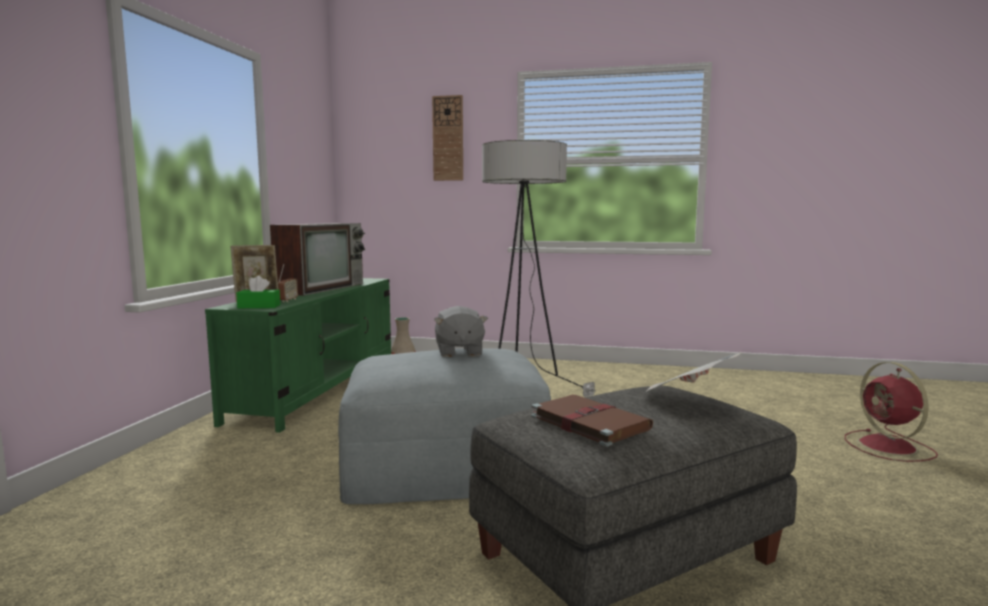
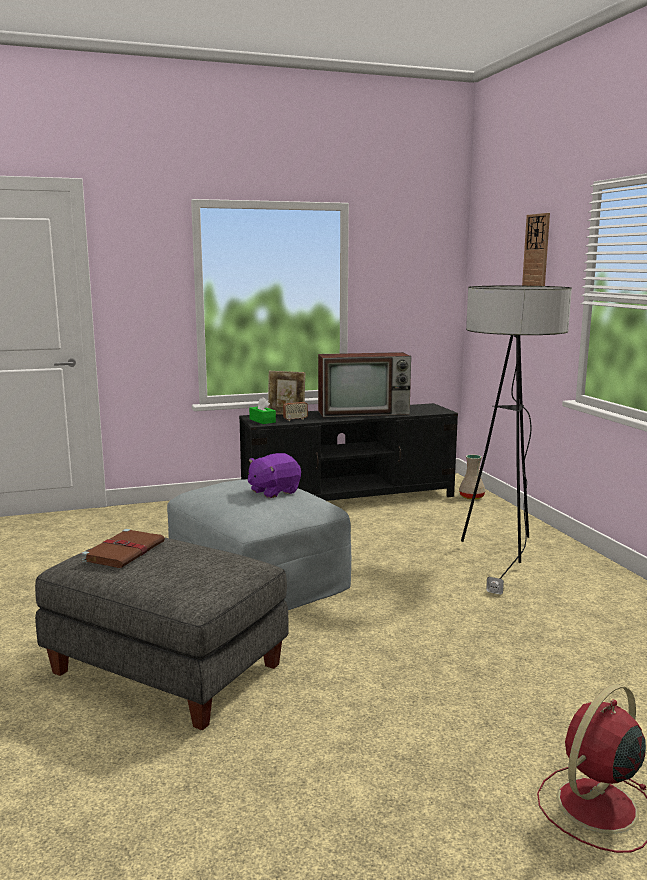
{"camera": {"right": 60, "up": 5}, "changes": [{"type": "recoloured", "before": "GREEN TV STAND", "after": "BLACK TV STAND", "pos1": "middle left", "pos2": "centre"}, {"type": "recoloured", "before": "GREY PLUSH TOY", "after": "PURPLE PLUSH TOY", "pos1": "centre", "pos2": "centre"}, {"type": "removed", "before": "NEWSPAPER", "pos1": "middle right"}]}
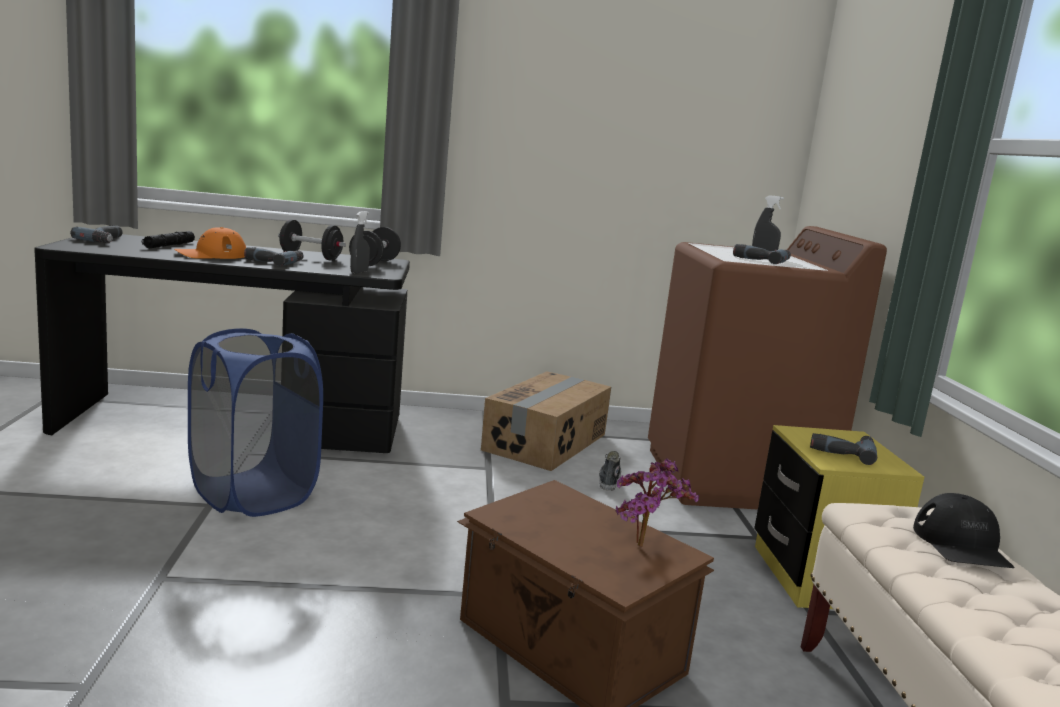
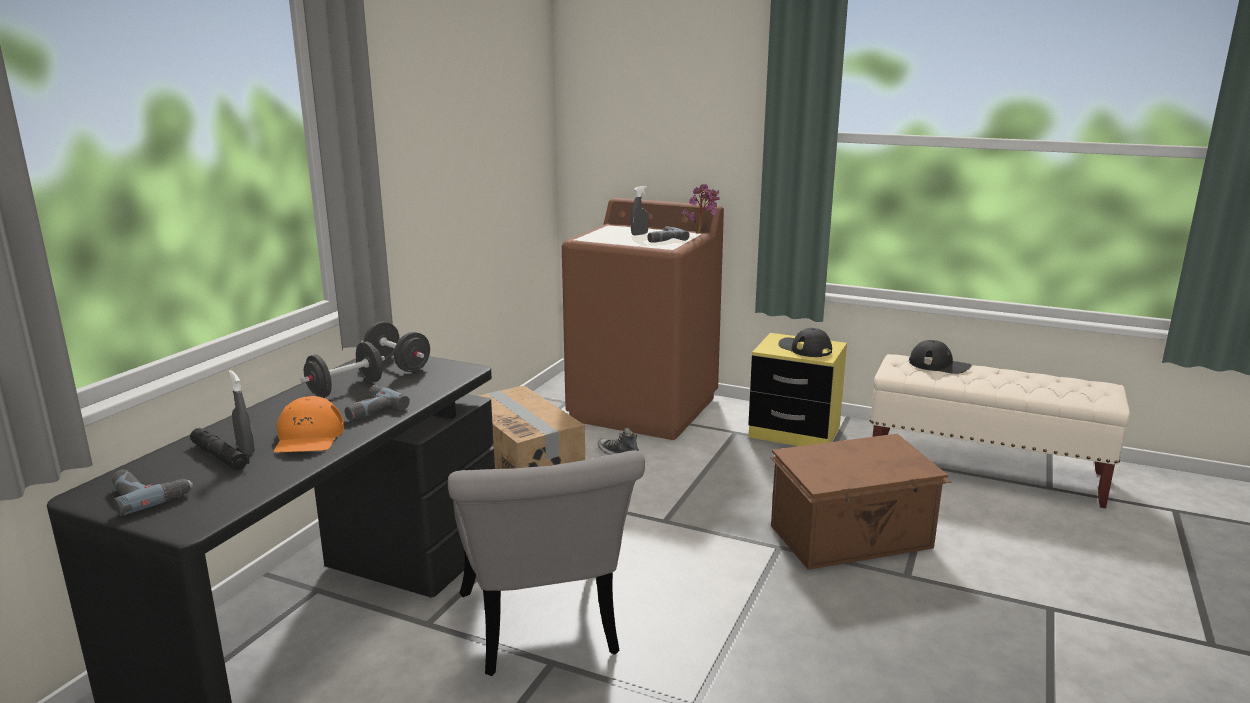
{"camera": {"right": -60, "up": 5}, "changes": [{"type": "moved", "before": "GREY SPRAY BOTTLE (1st from left)", "pos1": "centre", "pos2": "middle left"}, {"type": "replaced", "before": "BLUE LAUNDRY BASKET", "after": "GREY CHAIR", "pos1": "middle left", "pos2": "bottom centre"}, {"type": "moved", "before": "POTTED PLANT", "pos1": "bottom centre", "pos2": "top centre"}, {"type": "replaced", "before": "POWER DRILL (4th from left)", "after": "BLACK CAP (1st from left)", "pos1": "middle right", "pos2": "centre"}]}
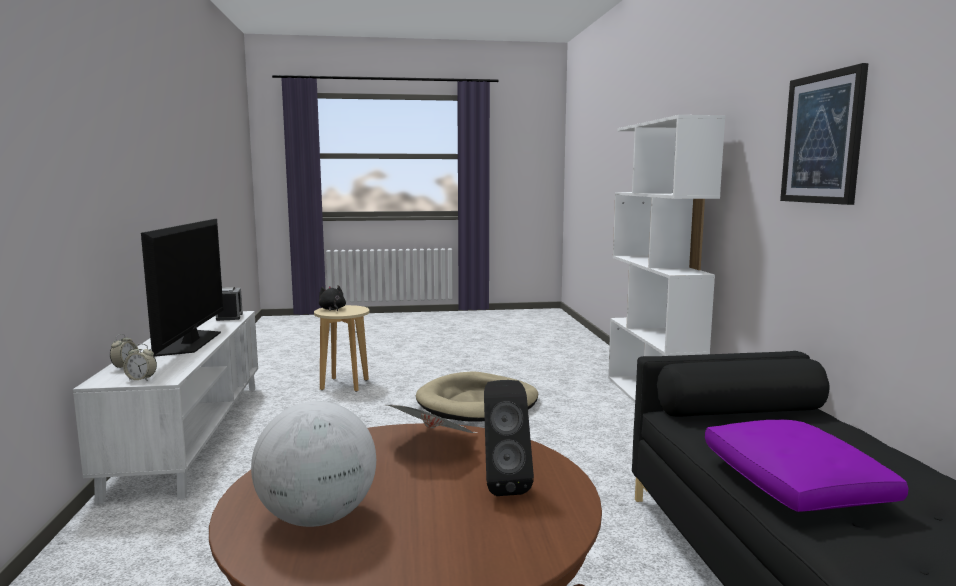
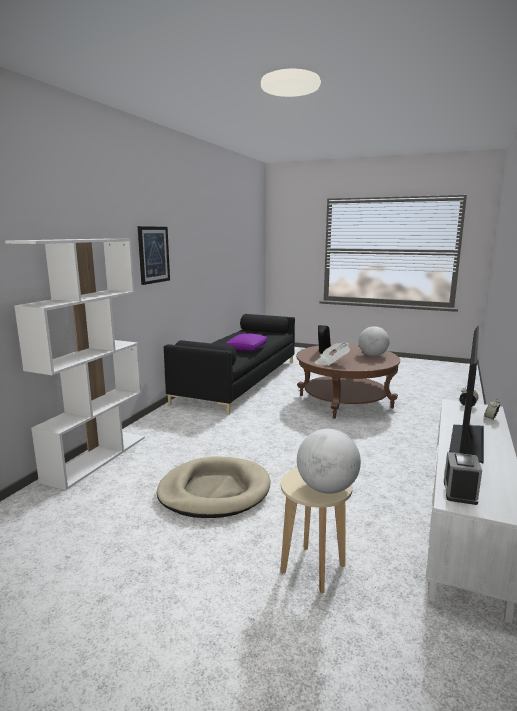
{"camera": {"right": -150, "up": 5}, "changes": [{"type": "replaced", "before": "BLACK PLUSH TOY", "after": "GLOBE (1st from left)", "pos1": "centre", "pos2": "centre"}]}
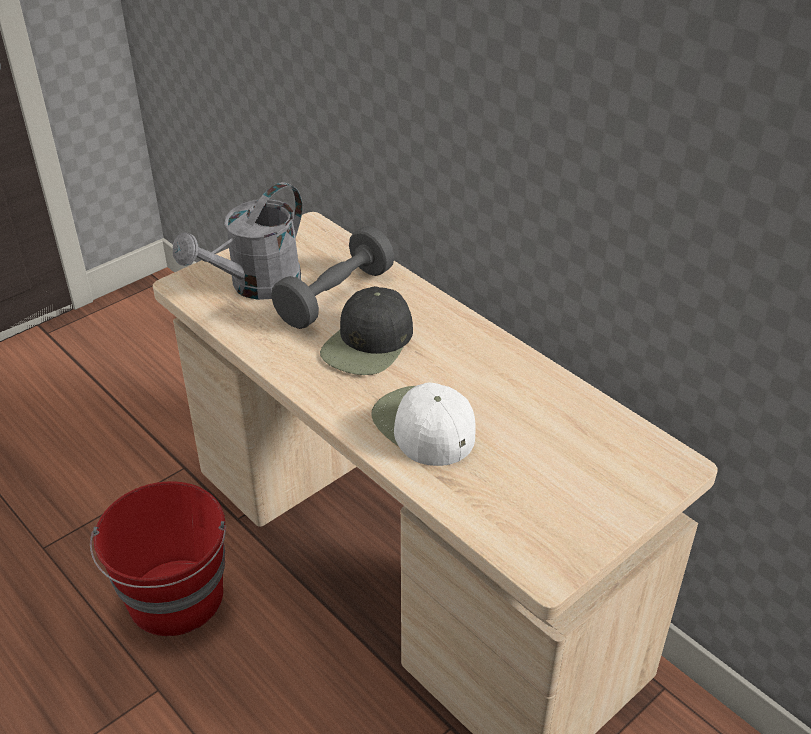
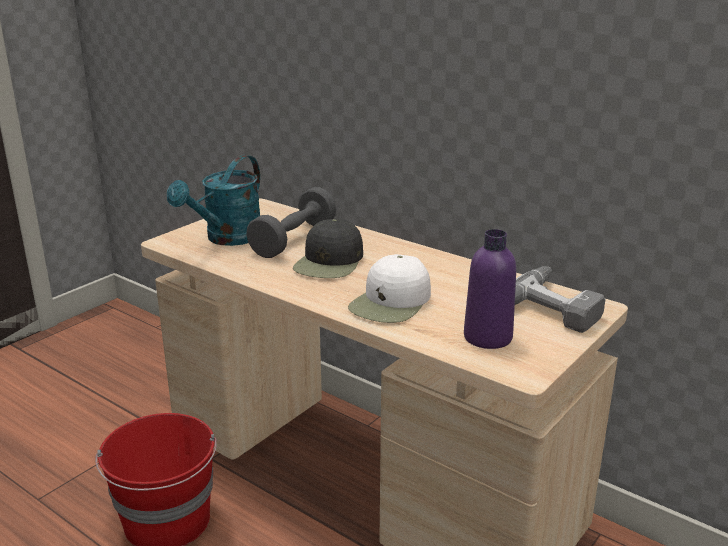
{"camera": {"right": -10, "up": -15}, "changes": [{"type": "recoloured", "before": "GREY WATERING CAN", "after": "TURQUOISE WATERING CAN", "pos1": "top left", "pos2": "middle left"}, {"type": "turned", "before": "WHITE CAP", "pos1": "centre", "pos2": "centre", "turn": -105}, {"type": "added", "after": "PURPLE BOTTLE", "pos2": "middle right"}, {"type": "added", "after": "POWER DRILL", "pos2": "middle right"}]}
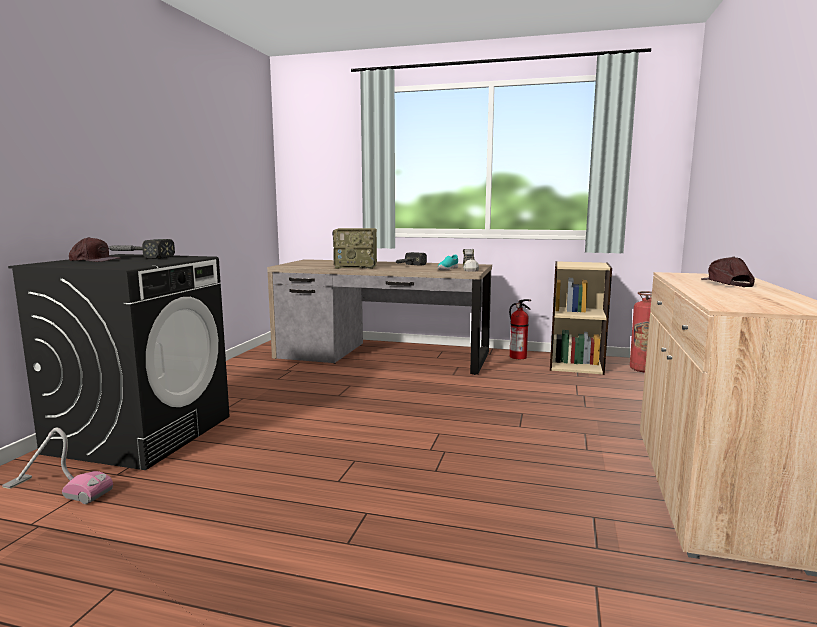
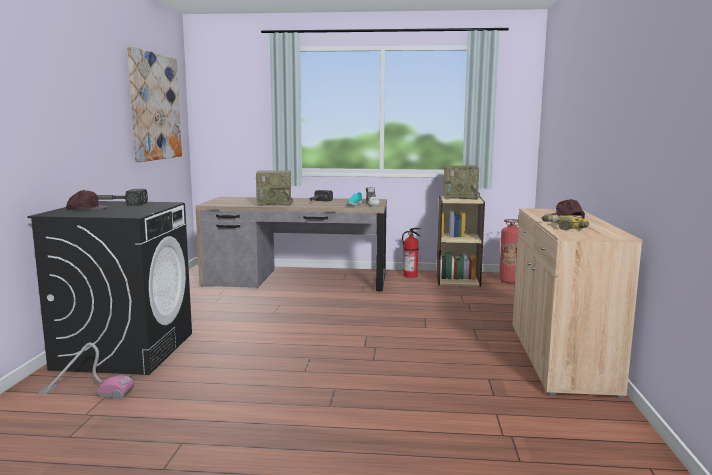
{"camera": {"right": -10, "up": 0}, "changes": [{"type": "added", "after": "PICTURE", "pos2": "top left"}, {"type": "added", "after": "RADIO (2nd from left)", "pos2": "centre"}, {"type": "added", "after": "POWER DRILL", "pos2": "middle right"}]}
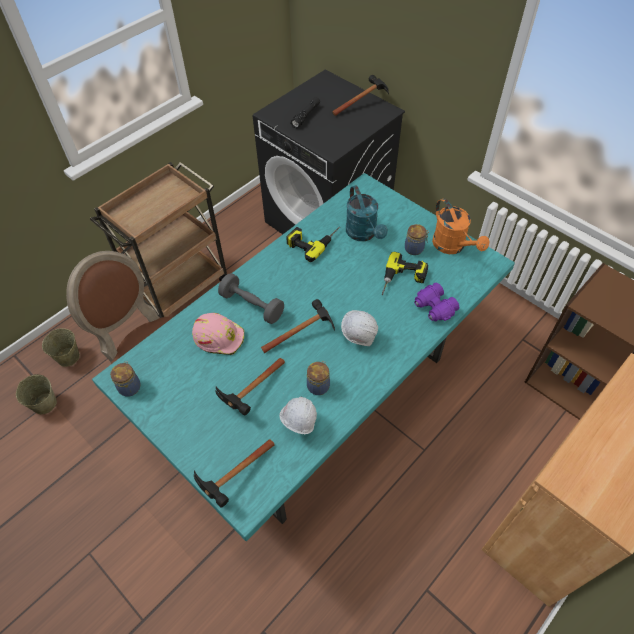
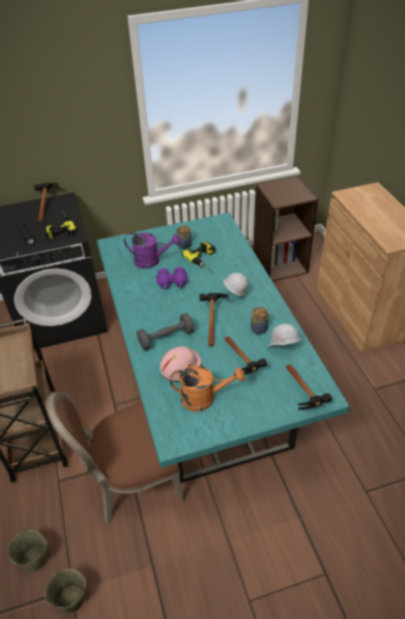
{"camera": {"right": -60, "up": -10}, "changes": [{"type": "moved", "before": "POWER DRILL (1st from left)", "pos1": "centre", "pos2": "middle left"}, {"type": "recoloured", "before": "TURQUOISE WATERING CAN", "after": "PURPLE WATERING CAN", "pos1": "centre", "pos2": "centre"}, {"type": "moved", "before": "PURPLE BINOCULARS", "pos1": "middle right", "pos2": "centre"}, {"type": "moved", "before": "ORANGE WATERING CAN", "pos1": "middle right", "pos2": "centre"}, {"type": "removed", "before": "JAR (1st from left)", "pos1": "middle left"}]}
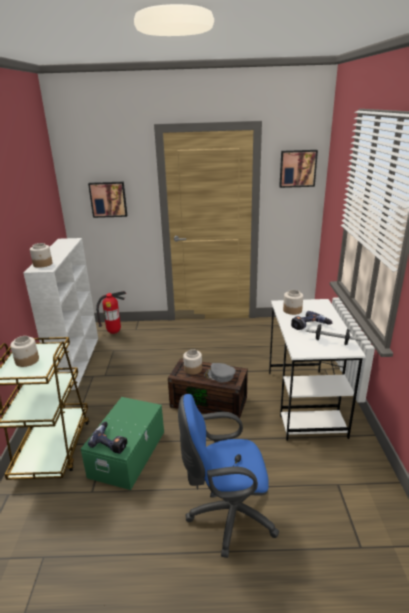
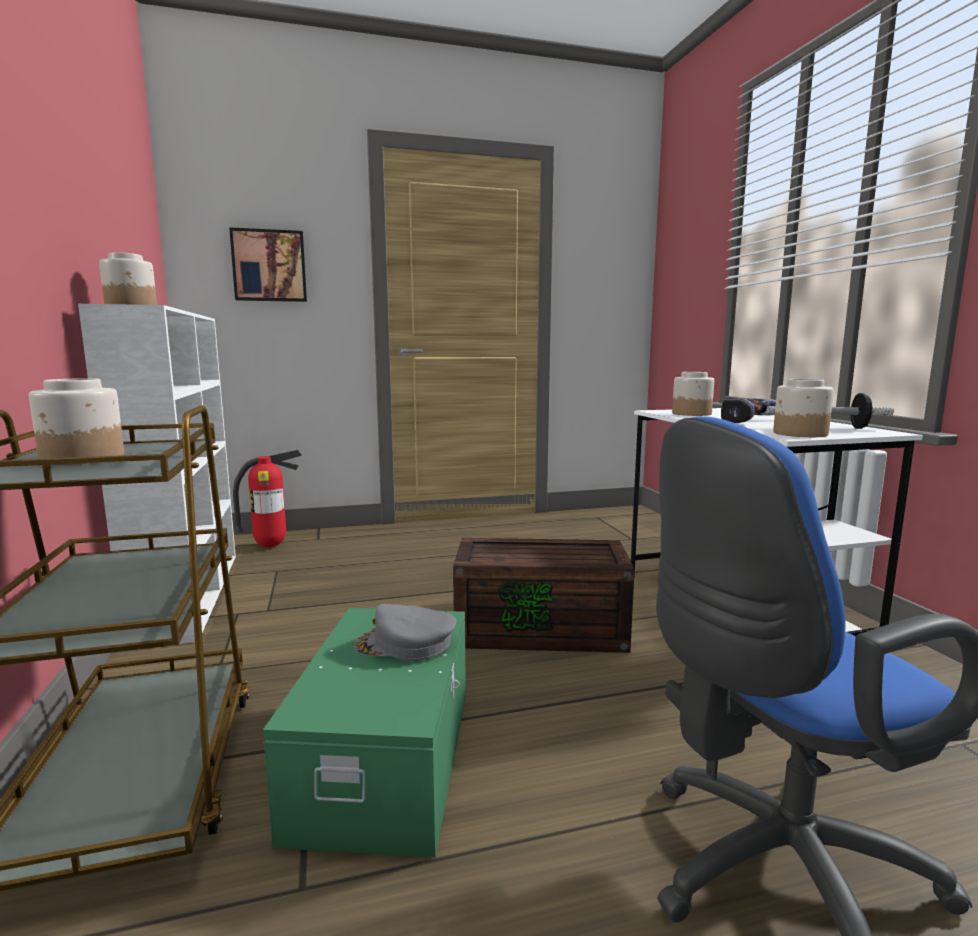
{"camera": {"right": -15, "up": -15}, "changes": [{"type": "moved", "before": "GREY CAP", "pos1": "centre", "pos2": "bottom centre"}, {"type": "moved", "before": "JAR (3rd from left in the first image)", "after": "JAR (4th from left)", "pos1": "centre", "pos2": "middle right"}, {"type": "removed", "before": "POWER DRILL (1st from left)", "pos1": "bottom left"}, {"type": "removed", "before": "PICTURE (2nd from left)", "pos1": "top right"}]}
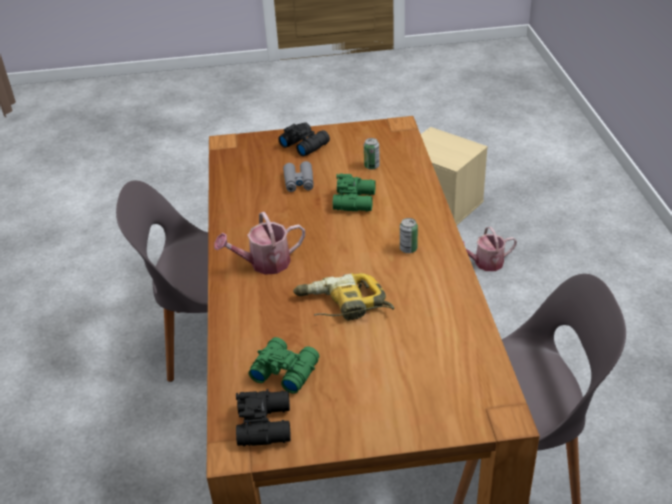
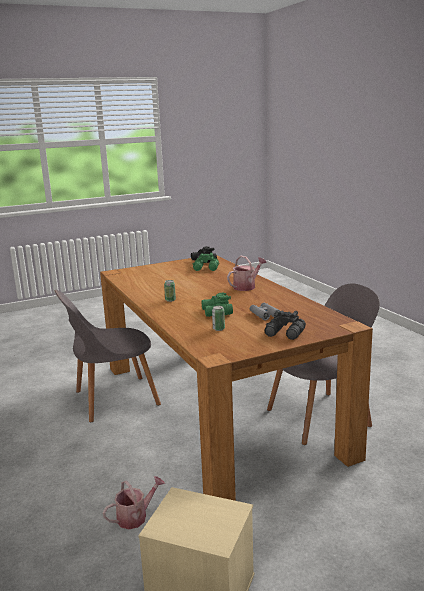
{"camera": {"right": 160, "up": -20}, "changes": [{"type": "removed", "before": "POWER DRILL", "pos1": "centre"}]}
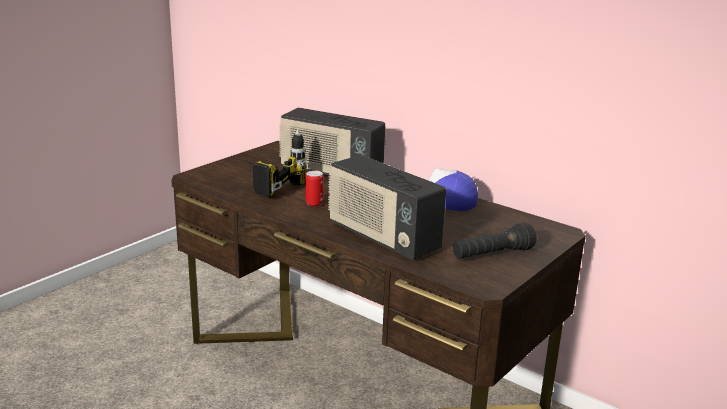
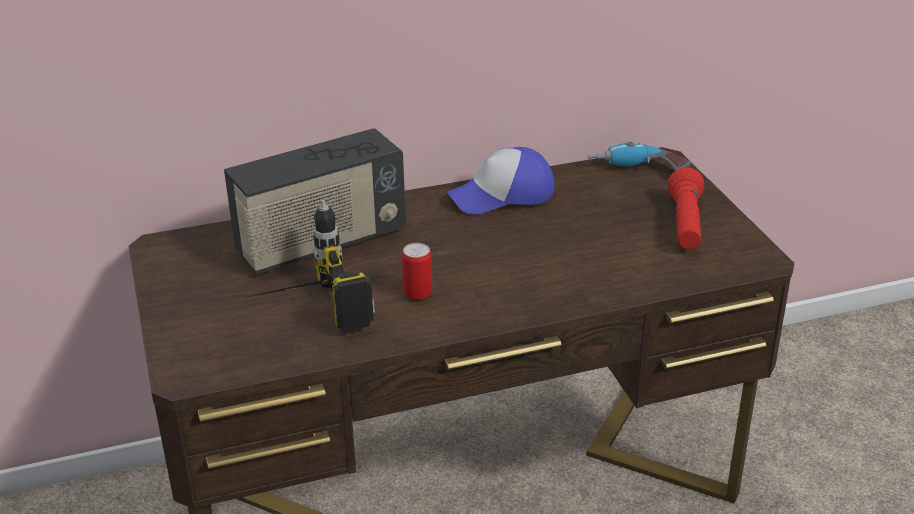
{"camera": {"right": -55, "up": 10}, "changes": [{"type": "added", "after": "POWER DRILL (2nd from left)", "pos2": "top right"}, {"type": "recoloured", "before": "BLACK FLASHLIGHT", "after": "RED FLASHLIGHT", "pos1": "middle right", "pos2": "middle right"}, {"type": "removed", "before": "RADIO (2nd from left)", "pos1": "centre"}]}
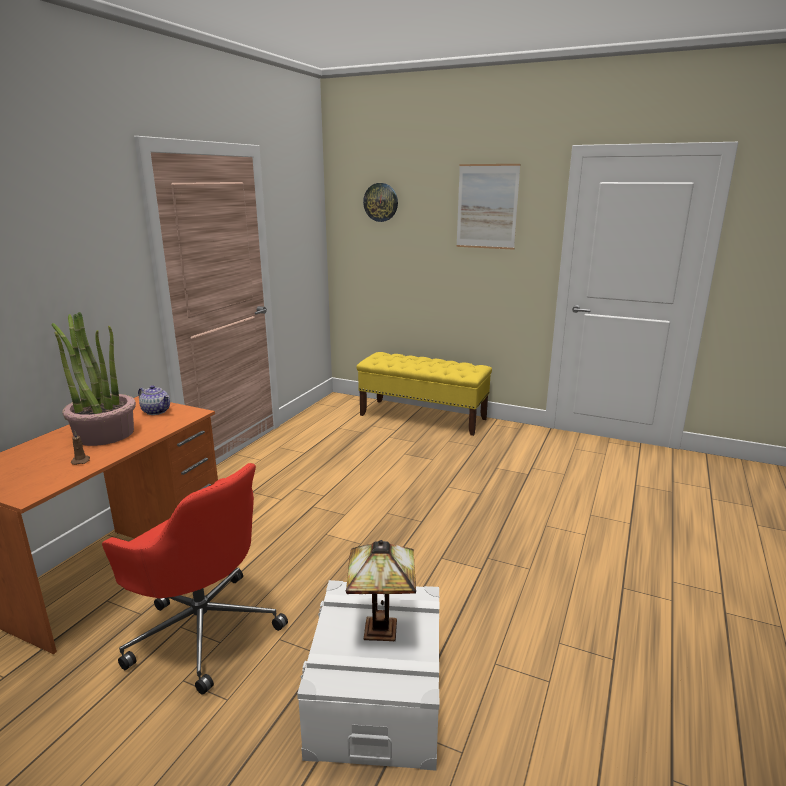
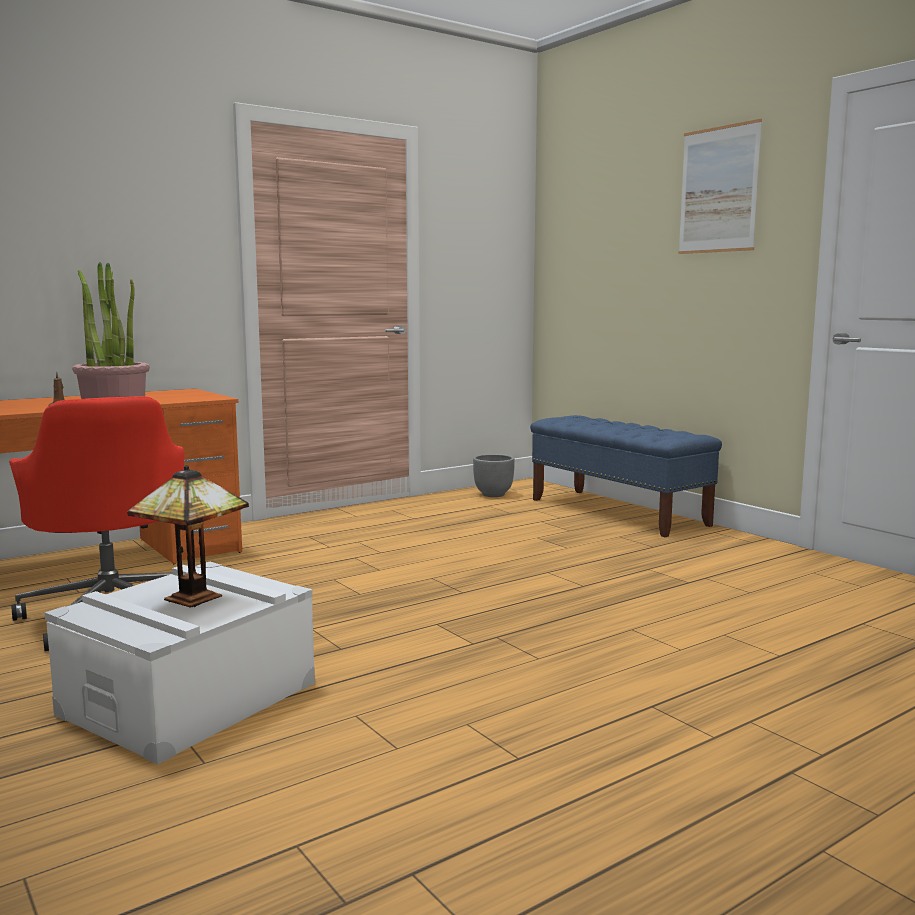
{"camera": {"right": 30, "up": -10}, "changes": [{"type": "added", "after": "GREY PLANTER", "pos2": "centre"}, {"type": "recoloured", "before": "YELLOW BENCH", "after": "BLUE BENCH", "pos1": "centre", "pos2": "middle right"}, {"type": "removed", "before": "TEAPOT", "pos1": "middle left"}, {"type": "removed", "before": "WALL CLOCK", "pos1": "top centre"}]}
